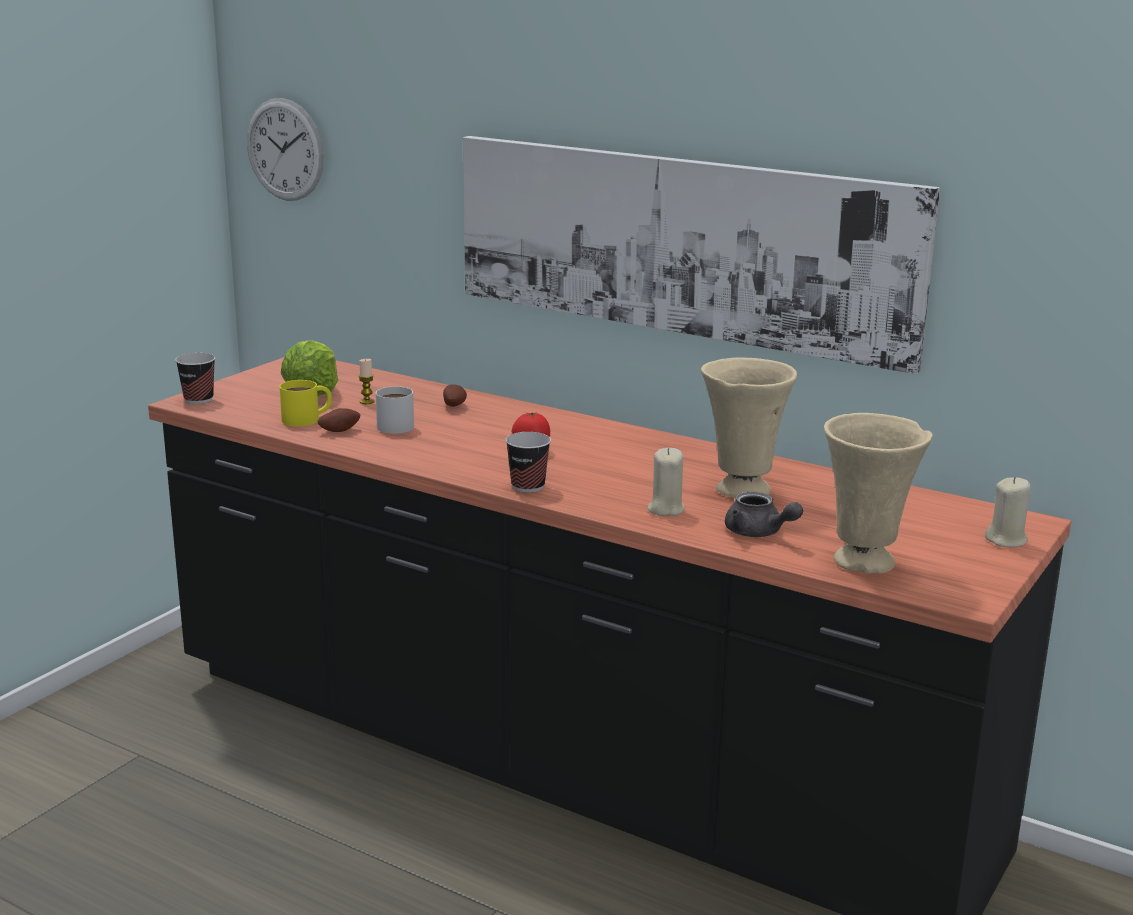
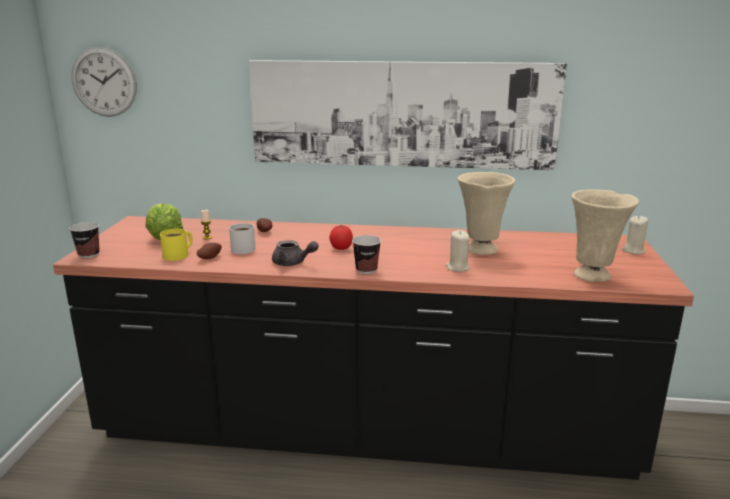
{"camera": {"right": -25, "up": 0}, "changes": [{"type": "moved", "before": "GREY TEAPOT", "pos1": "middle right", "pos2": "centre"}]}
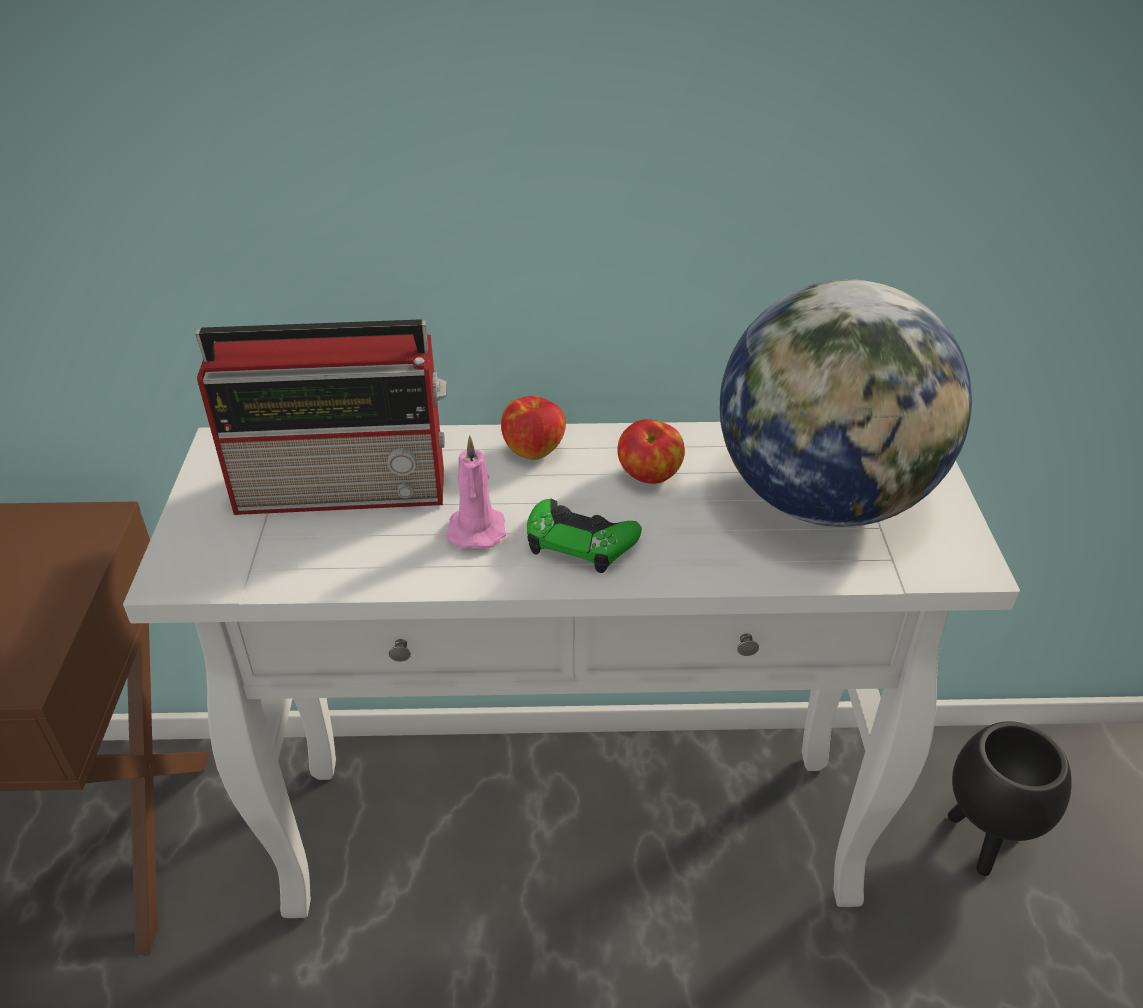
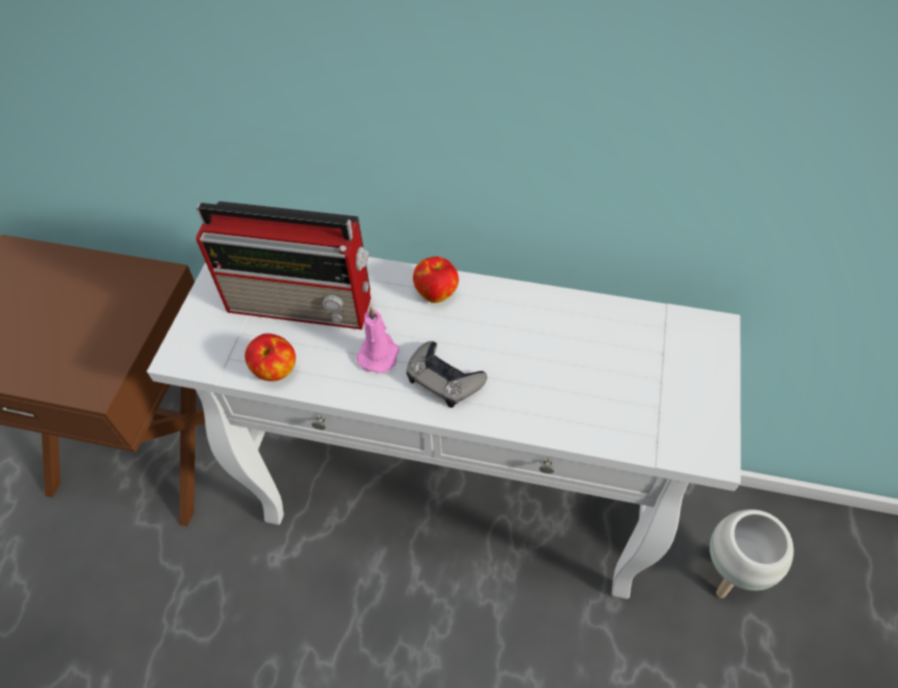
{"camera": {"right": 15, "up": 15}, "changes": [{"type": "moved", "before": "APPLE (2nd from left in the first image)", "after": "APPLE (1st from left)", "pos1": "centre", "pos2": "middle left"}, {"type": "recoloured", "before": "GREEN GAME CONTROLLER", "after": "GREY GAME CONTROLLER", "pos1": "centre", "pos2": "centre"}, {"type": "recoloured", "before": "BLACK PLANTER", "after": "WHITE PLANTER", "pos1": "bottom right", "pos2": "bottom right"}, {"type": "removed", "before": "GLOBE", "pos1": "middle right"}]}
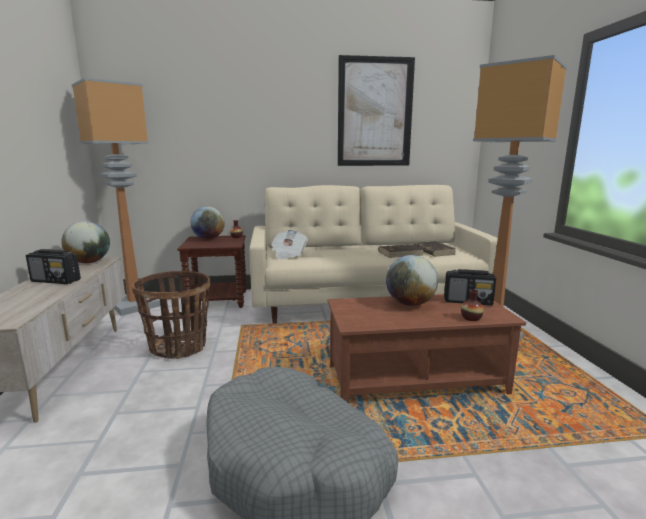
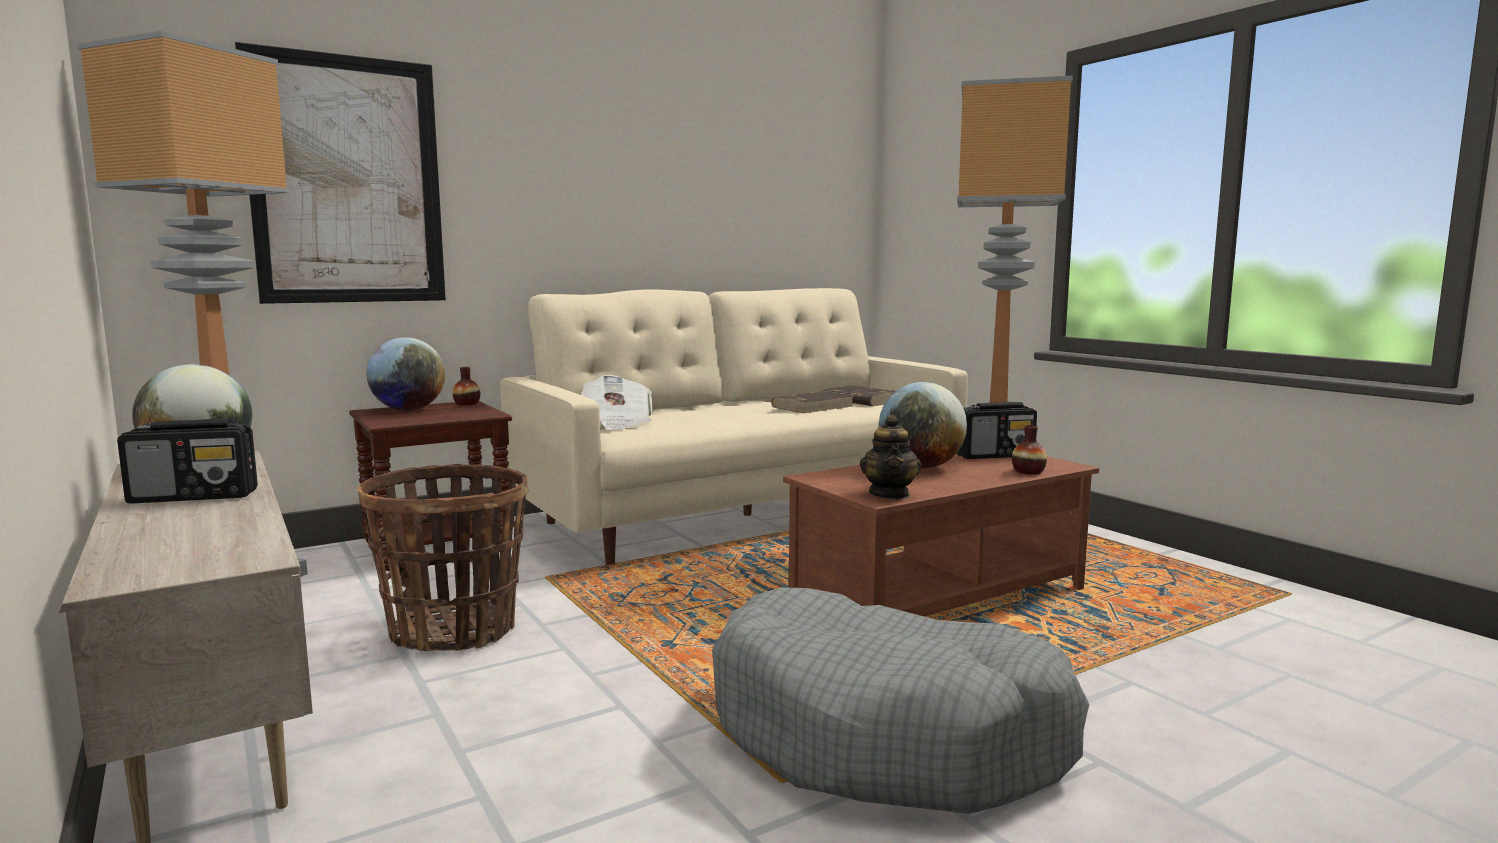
{"camera": {"right": -25, "up": -5}, "changes": [{"type": "moved", "before": "PICTURE", "pos1": "top centre", "pos2": "top left"}, {"type": "added", "after": "TEAPOT", "pos2": "centre"}]}
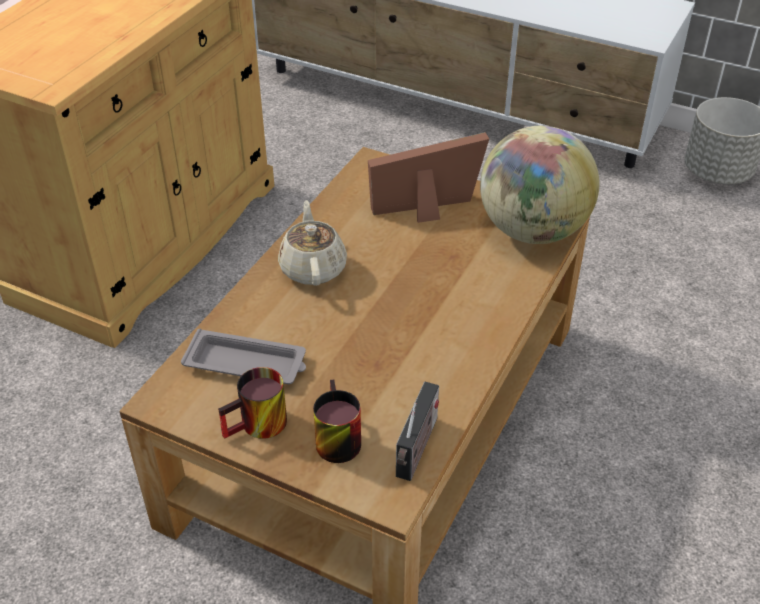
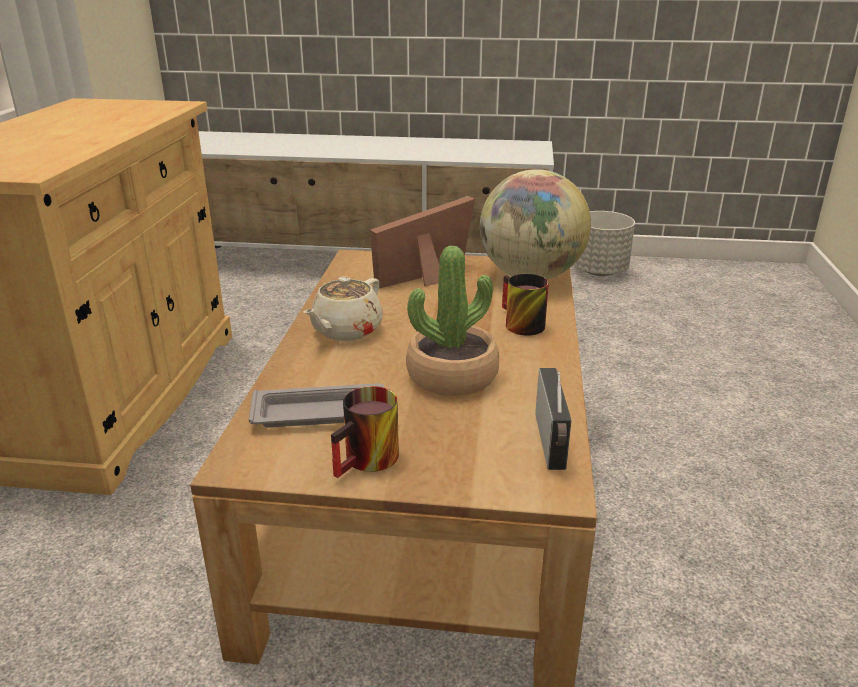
{"camera": {"right": -20, "up": -15}, "changes": [{"type": "turned", "before": "BEIGE TEAPOT", "pos1": "centre", "pos2": "centre", "turn": -120}, {"type": "added", "after": "POTTED PLANT", "pos2": "centre"}, {"type": "moved", "before": "MUG (2nd from left)", "pos1": "bottom centre", "pos2": "centre"}]}
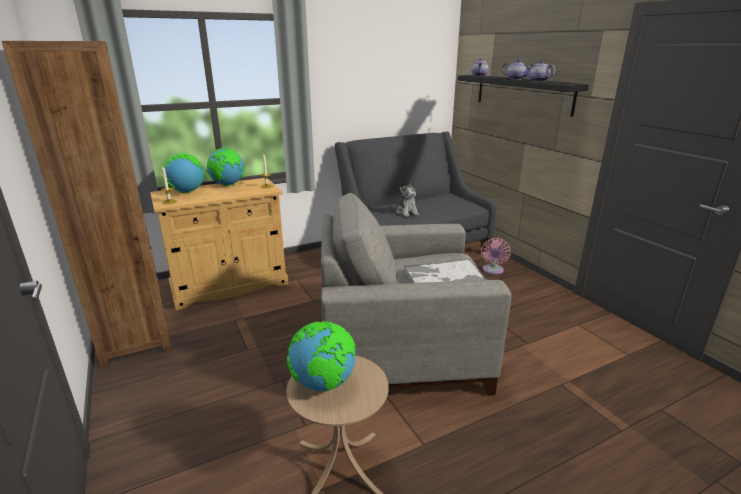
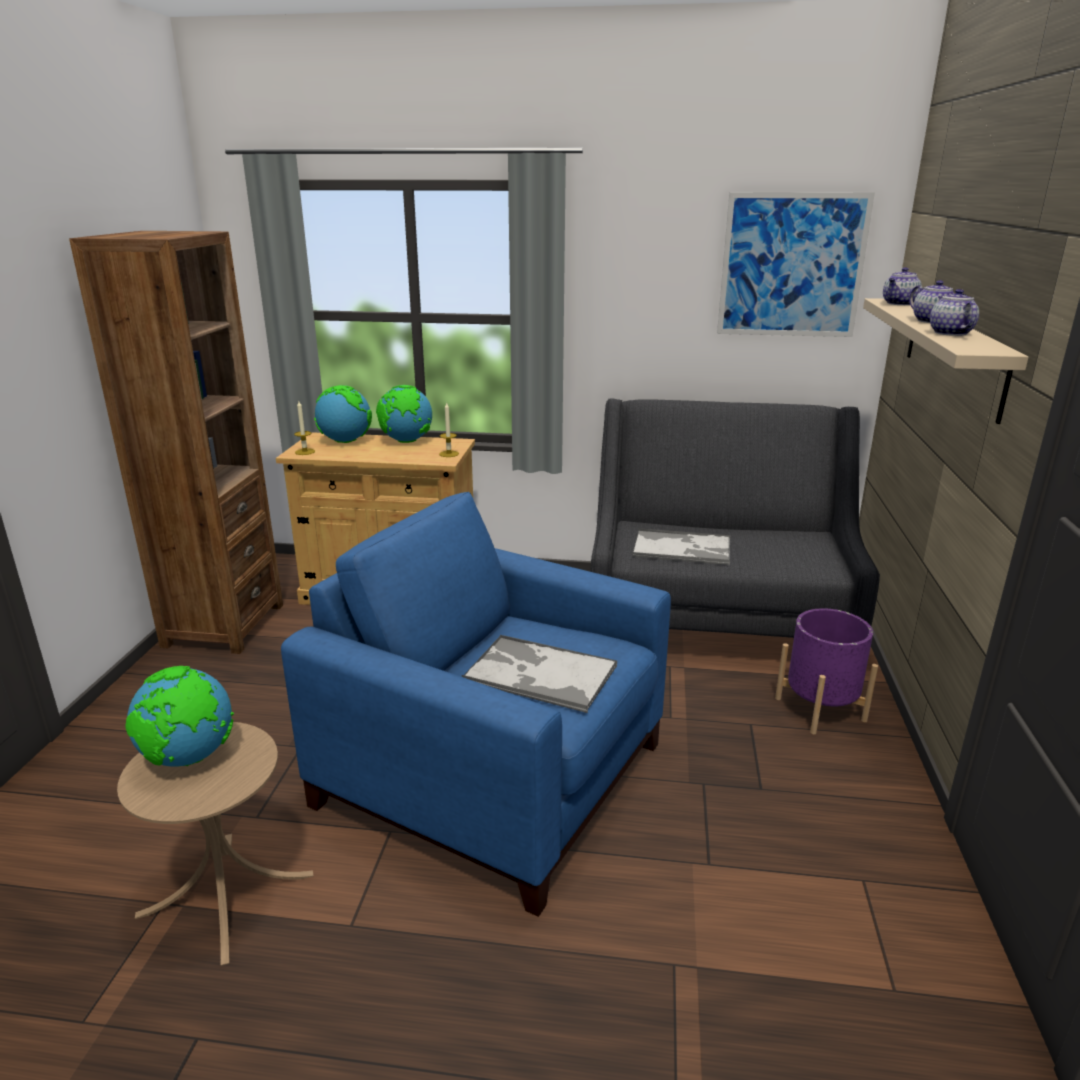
{"camera": {"right": 35, "up": 0}, "changes": [{"type": "recoloured", "before": "GREY ARMCHAIR", "after": "BLUE ARMCHAIR", "pos1": "centre", "pos2": "centre"}, {"type": "replaced", "before": "PLUSH TOY", "after": "TRAY (2nd from left)", "pos1": "centre", "pos2": "centre"}, {"type": "added", "after": "PICTURE", "pos2": "top right"}, {"type": "replaced", "before": "PINK FAN", "after": "PURPLE PLANTER", "pos1": "middle right", "pos2": "middle right"}, {"type": "recoloured", "before": "BLACK SHELF", "after": "BEIGE SHELF", "pos1": "top right", "pos2": "middle right"}]}
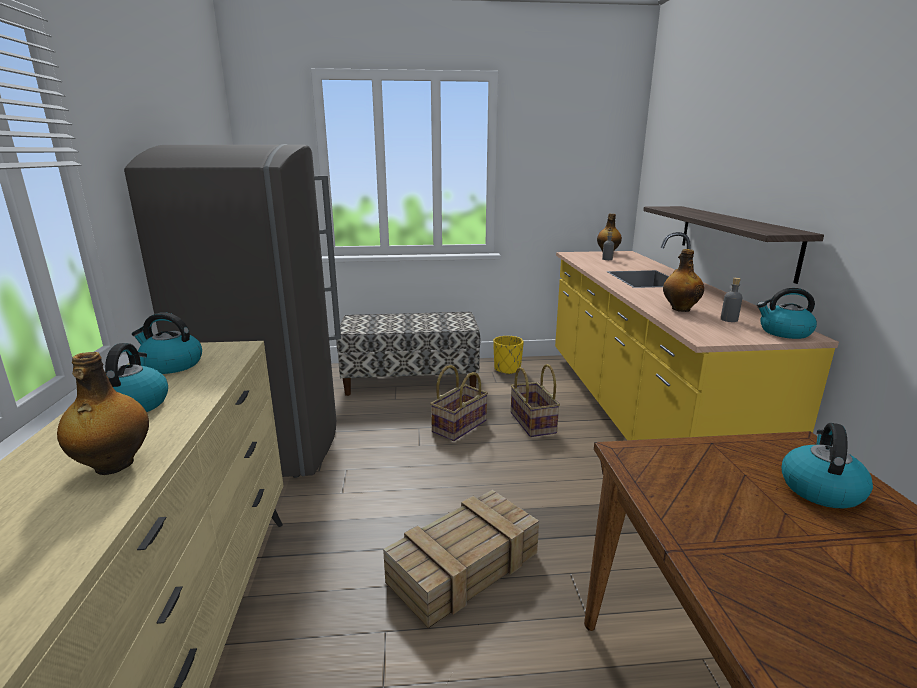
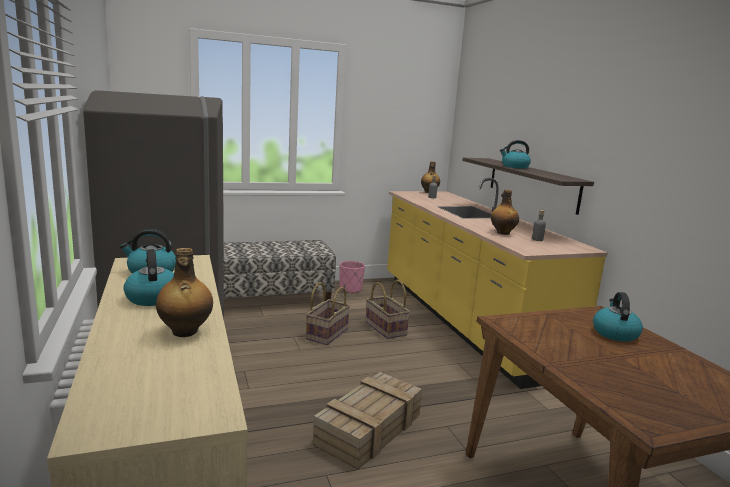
{"camera": {"right": -15, "up": -5}, "changes": [{"type": "recoloured", "before": "YELLOW PLANTER", "after": "PINK PLANTER", "pos1": "centre", "pos2": "centre"}, {"type": "moved", "before": "KETTLE (3rd from left)", "pos1": "middle right", "pos2": "top right"}]}
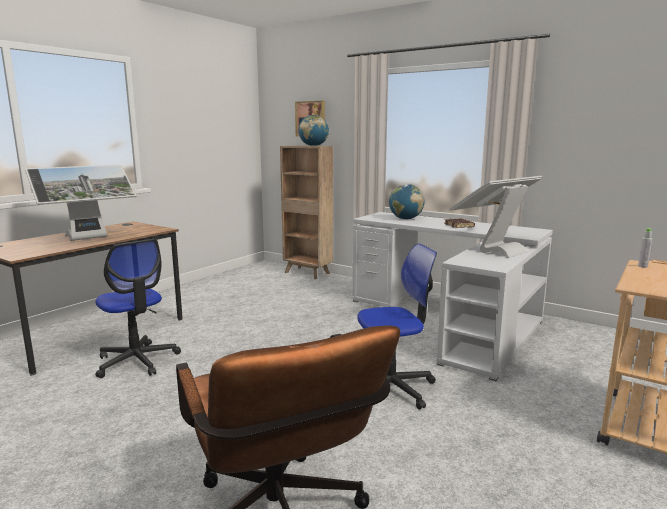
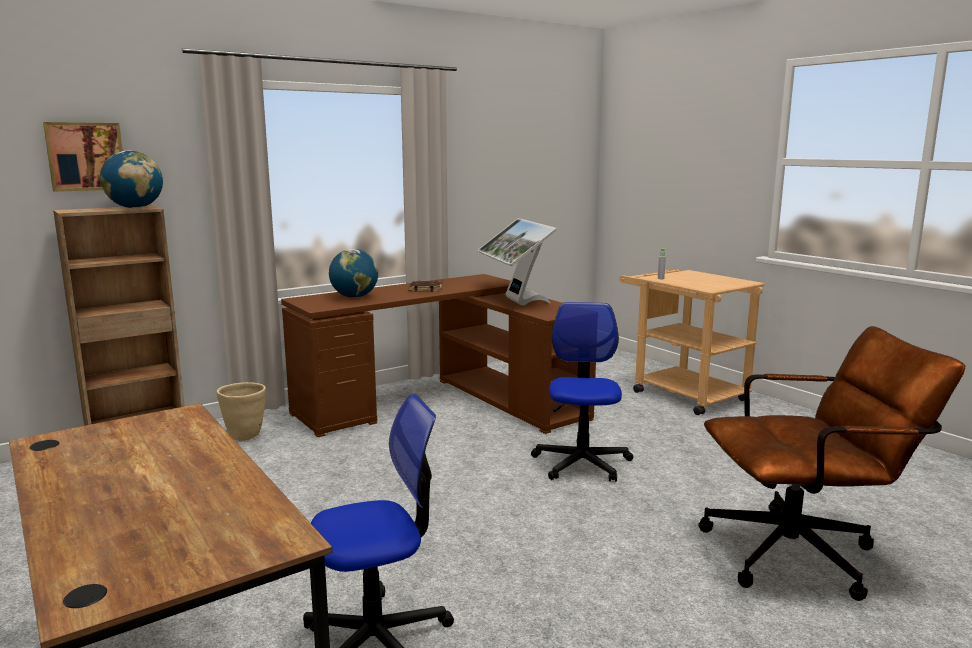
{"camera": {"right": -70, "up": 0}, "changes": [{"type": "added", "after": "BEIGE PLANTER", "pos2": "middle left"}, {"type": "recoloured", "before": "WHITE DESK", "after": "BROWN DESK (2nd from left)", "pos1": "middle right", "pos2": "centre"}, {"type": "removed", "before": "MONITOR (1st from left)", "pos1": "middle left"}]}
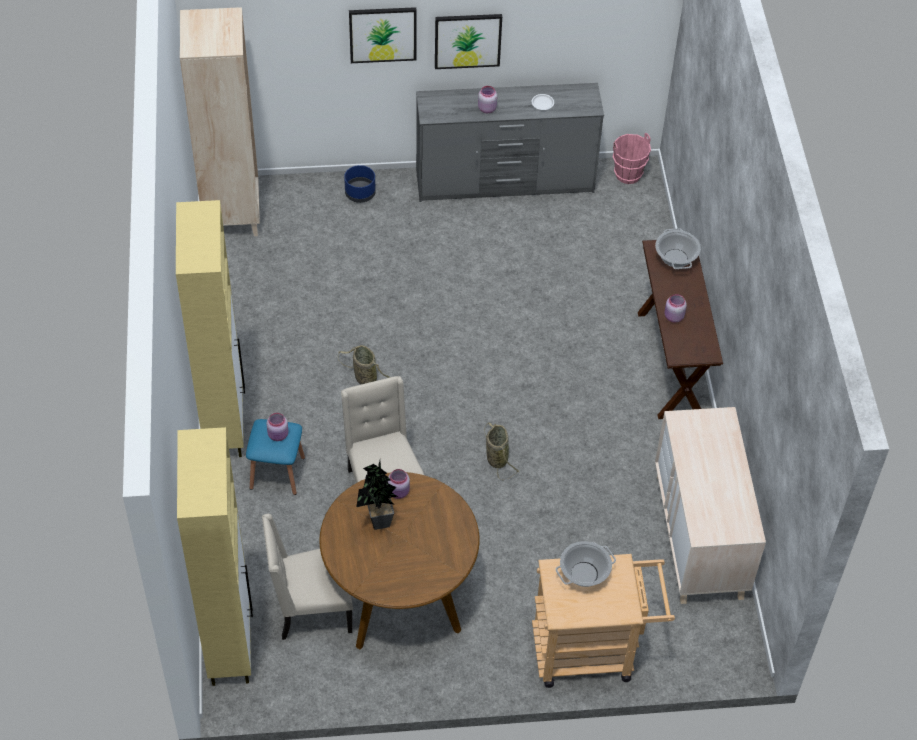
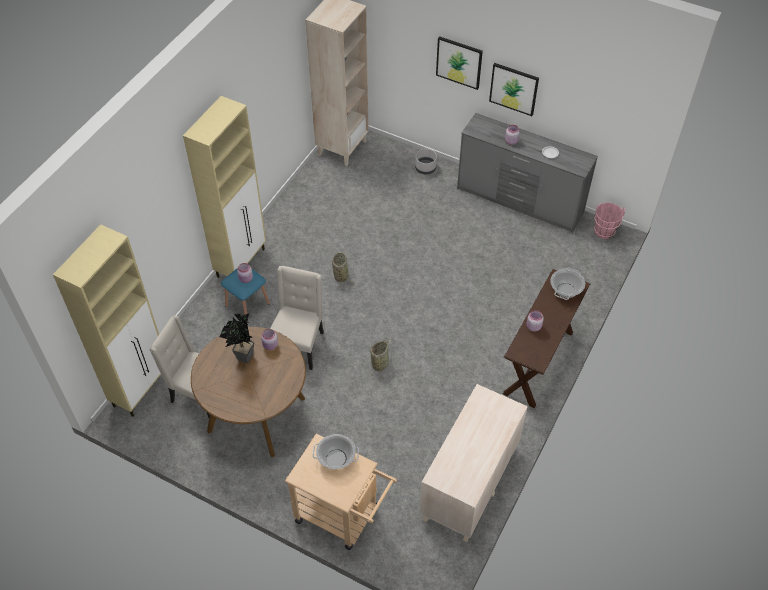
{"camera": {"right": 35, "up": 0}, "changes": [{"type": "recoloured", "before": "BLUE PLANTER", "after": "GREY PLANTER", "pos1": "top centre", "pos2": "top centre"}]}
